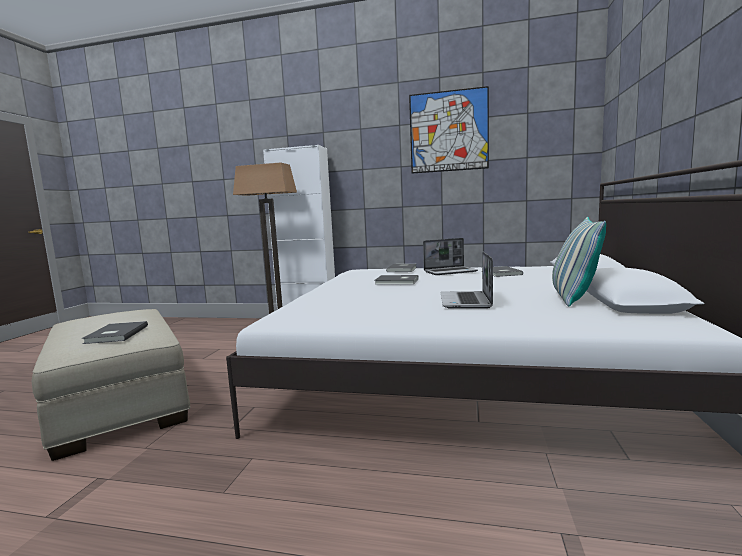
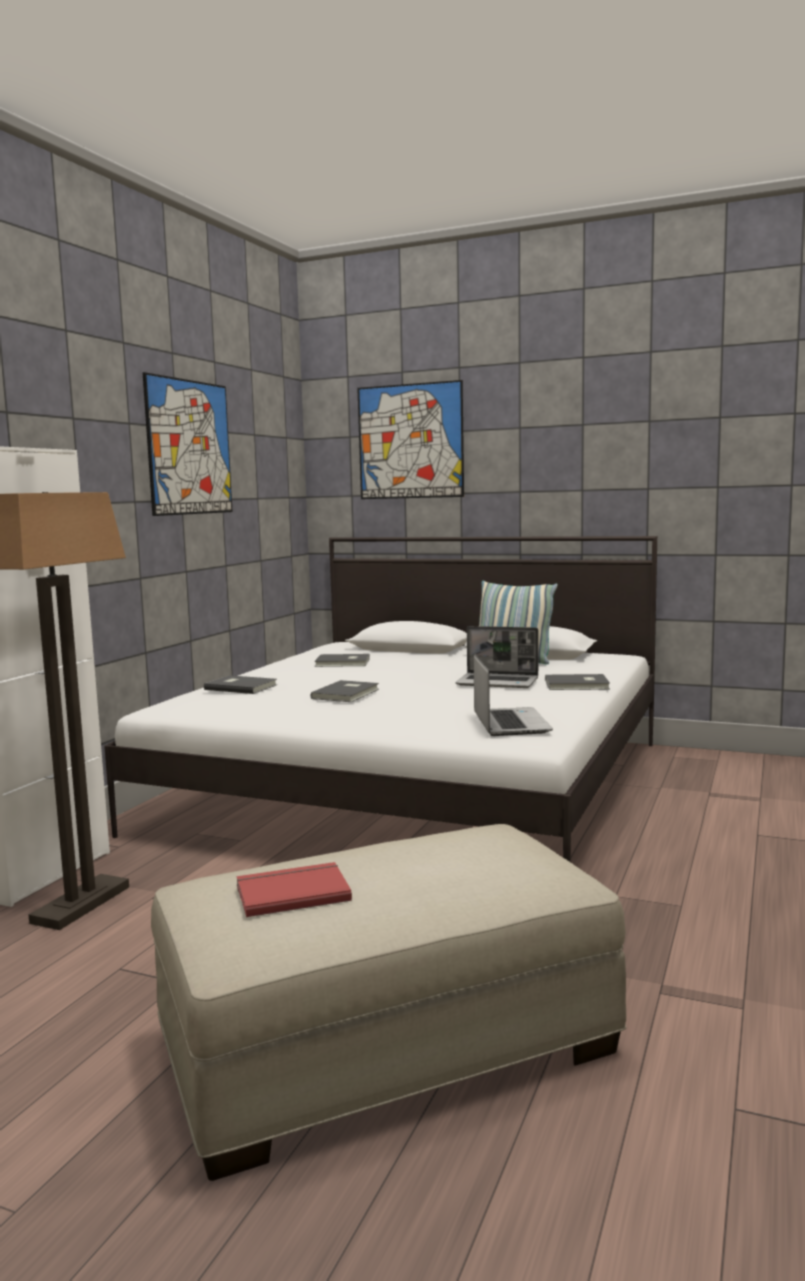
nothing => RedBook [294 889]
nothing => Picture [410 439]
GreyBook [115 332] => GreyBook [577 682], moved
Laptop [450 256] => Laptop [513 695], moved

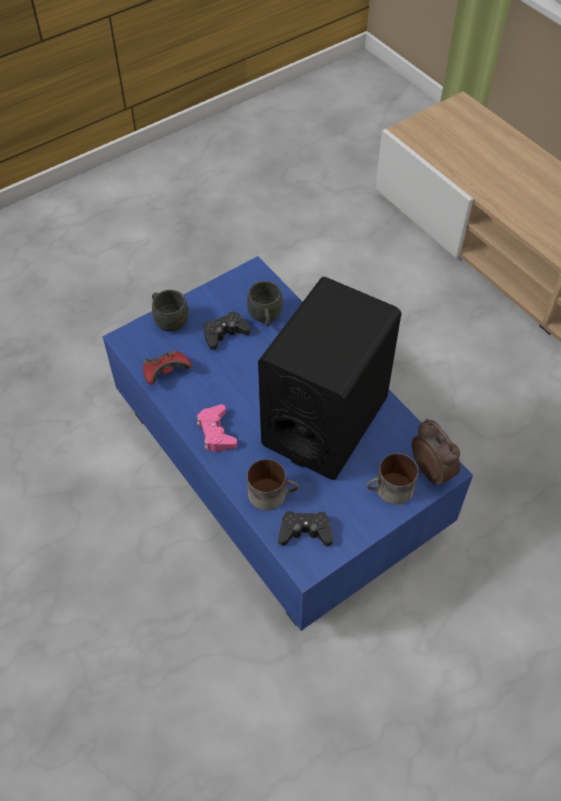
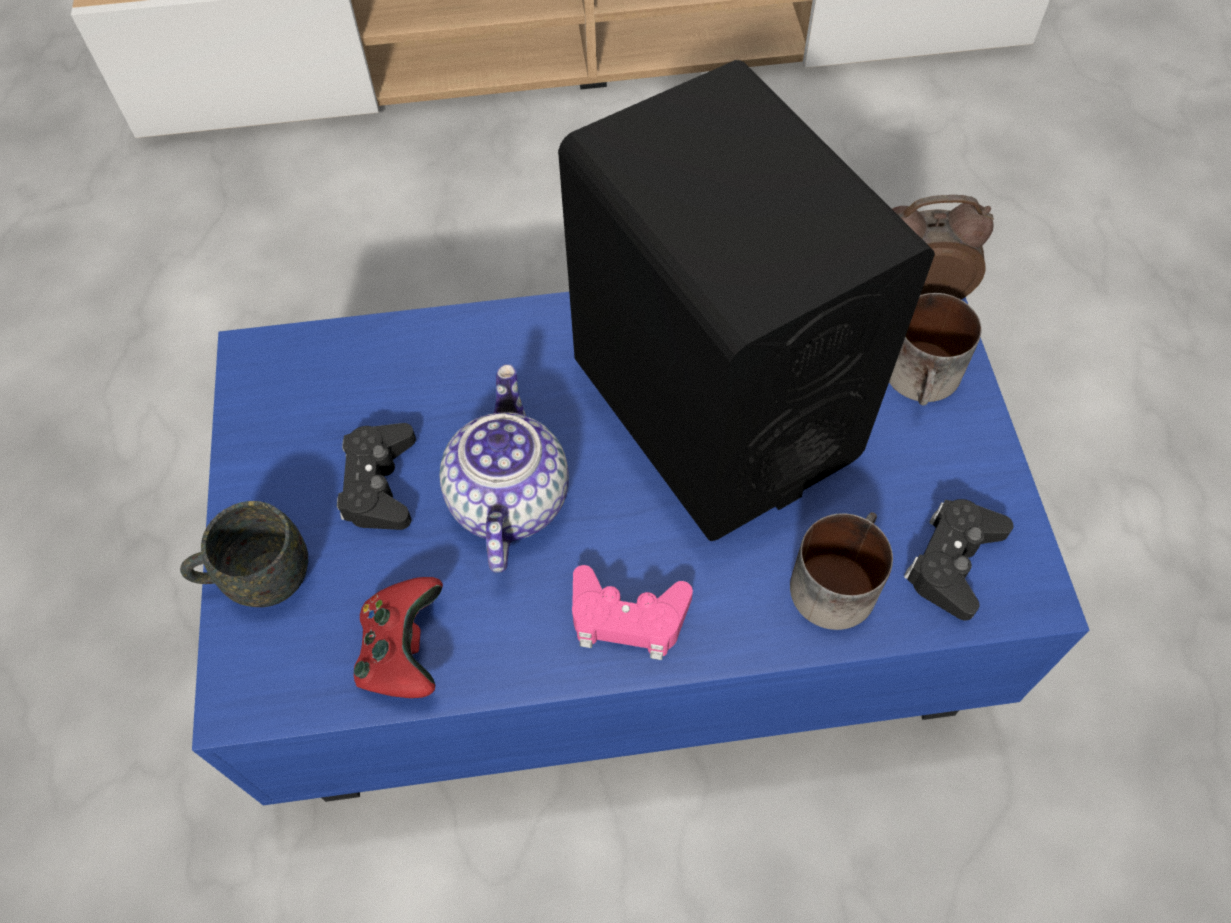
GreyMug [265 304] => nothing
nothing => Teapot [504 468]

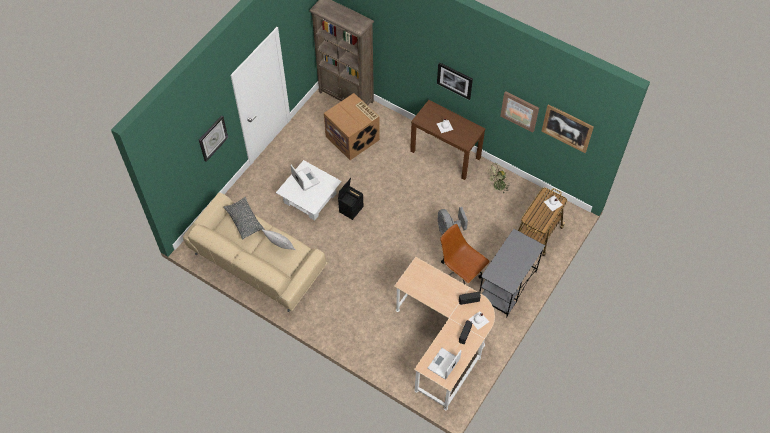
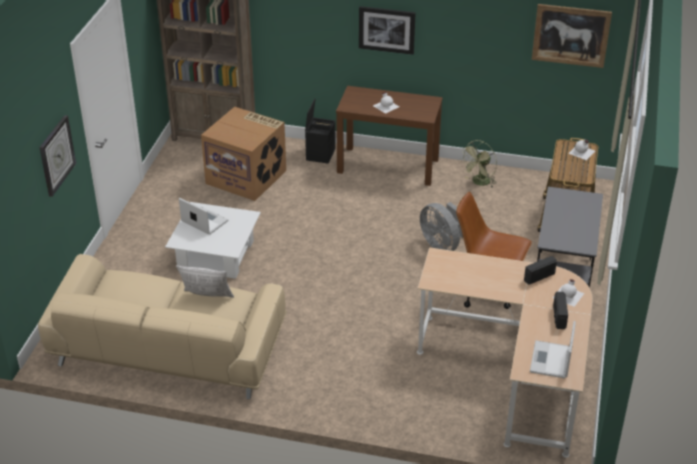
GreyPillow [244 218] => nothing
Picture [519 112] => nothing
BlackStorageBox [351 199] => BlackStorageBox [320 131], moved

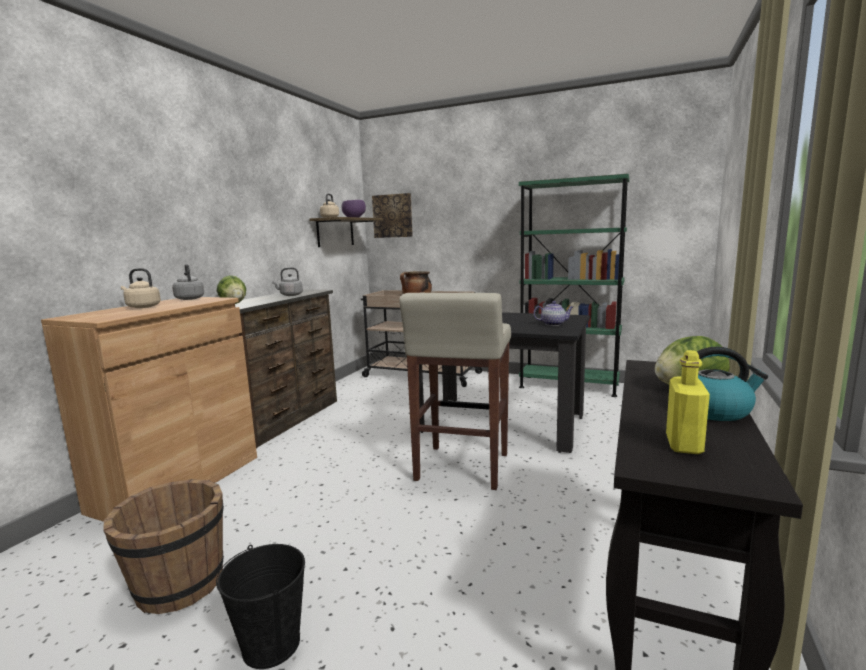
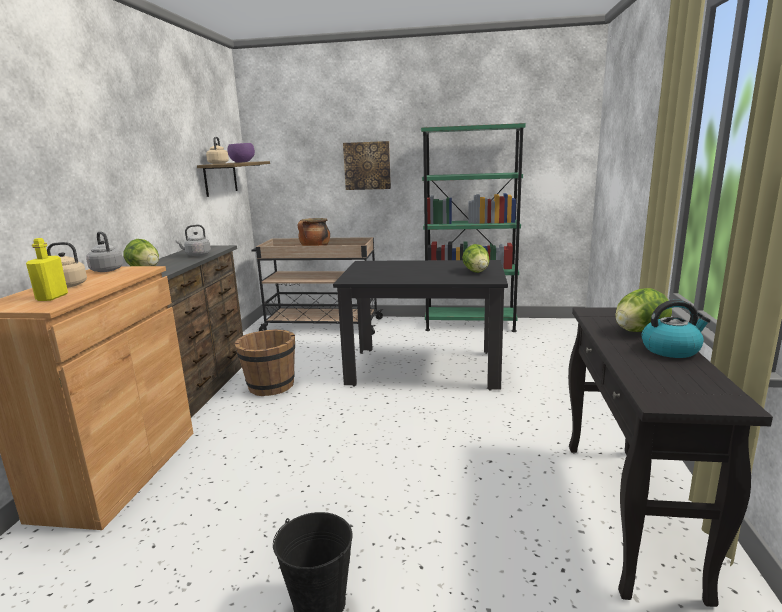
BeigeStool [455 391] => nothing
BrownBucket [163 546] => BrownBucket [265 362], moved
Picture [392 215] => Picture [367 165], moved
YellowBottle [688 402] => YellowBottle [47 269], moved
Teapot [553 313] => Lettuce [476 258]

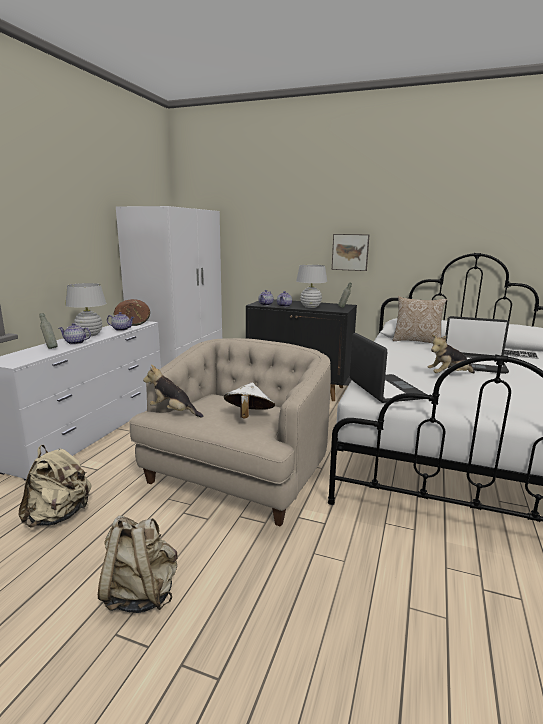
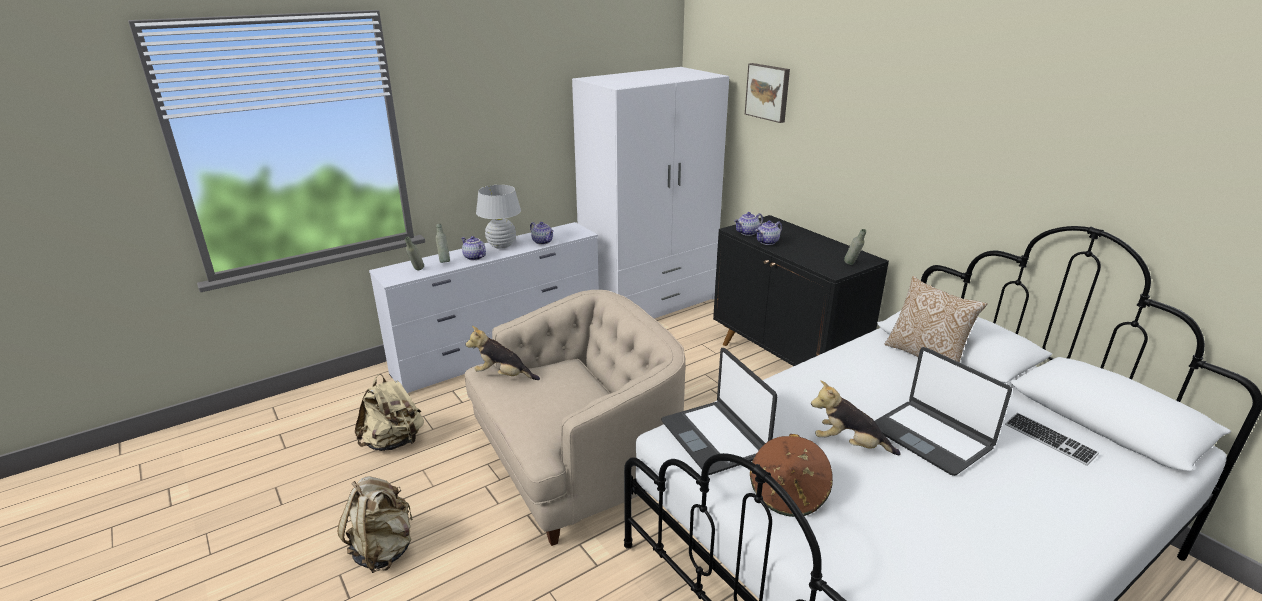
WhiteHat [249 401] => nothing
WhiteTableLamp [311 286] => nothing
nothing => GreyBottle [414 253]
BrownHat [132 312] => BrownHat [791 475], moved
Picture [351 252] => Picture [767 93], moved
PlushToy [173 391] => PlushToy [503 353], 45 degrees counterclockwise
Laptop [388 368] => Laptop [719 411], 135 degrees clockwise

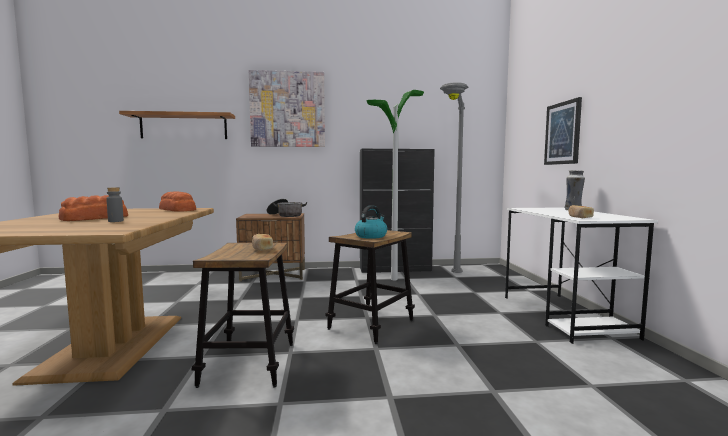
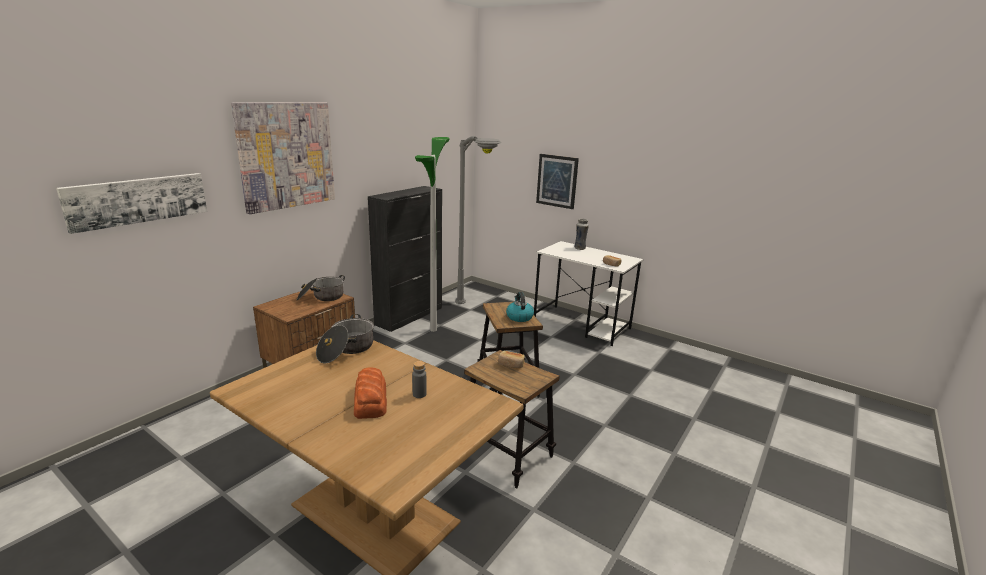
Shelf [177 125] => Picture [131 203]
Bread [177 201] => CookingPot [345 338]

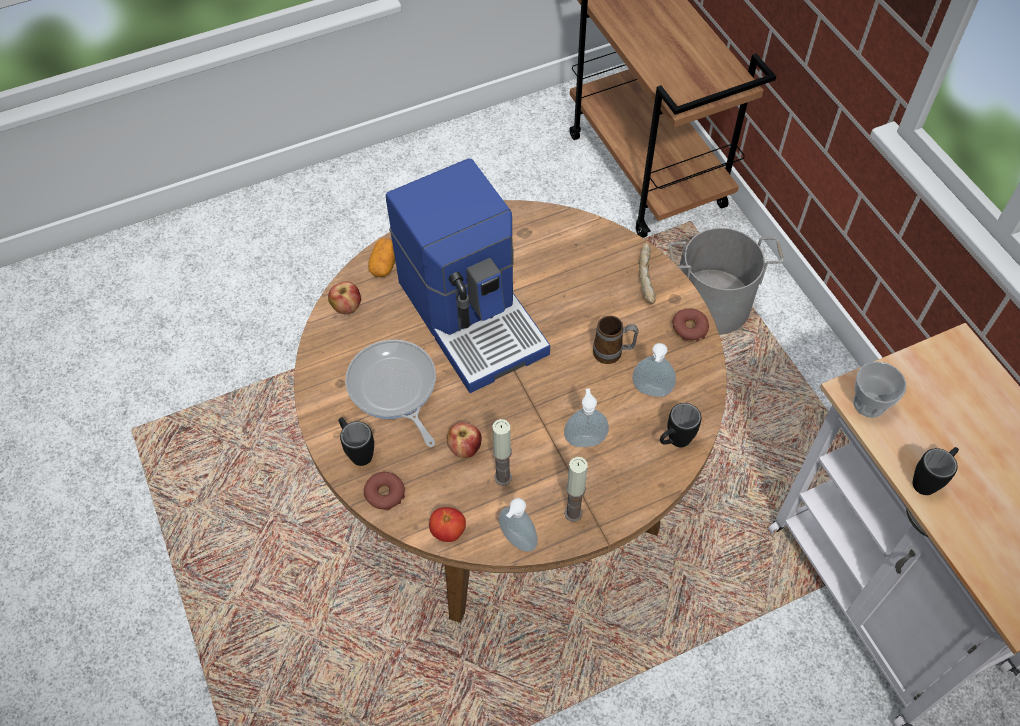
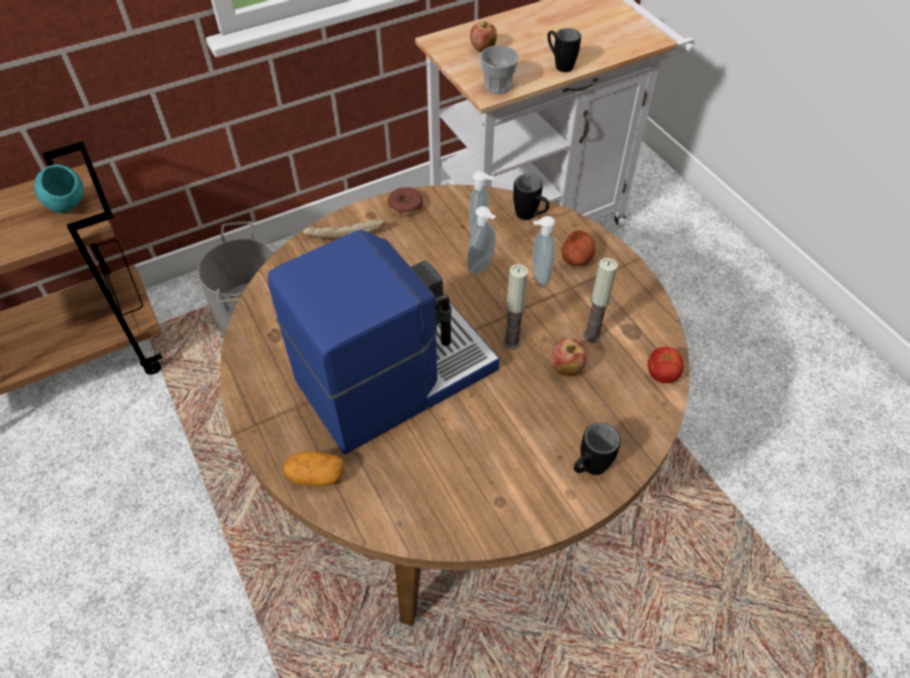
FryingPan [390 393] => nothing
Donut [384 491] => nothing
Mug [616 340] => nothing
nothing => TurquoiseBowl [59 189]
nothing => Potato [578 248]
Apple [344 297] => Apple [483 36], moved
SoapDispenser [518 525] => SoapDispenser [481 240], moved
Candle [575 489] => Candle [515 306], moved

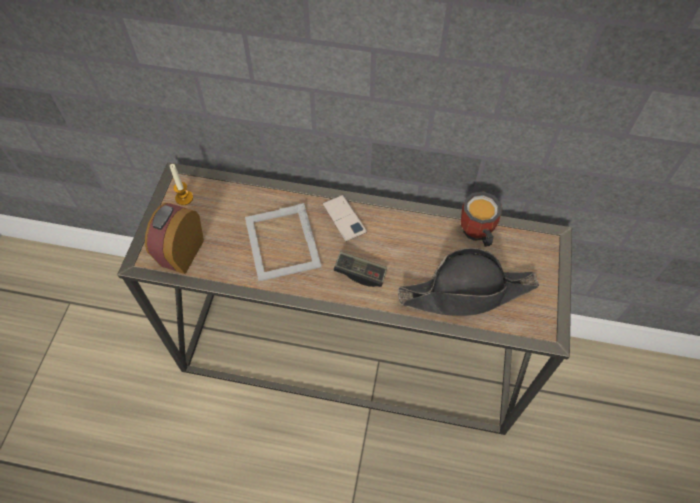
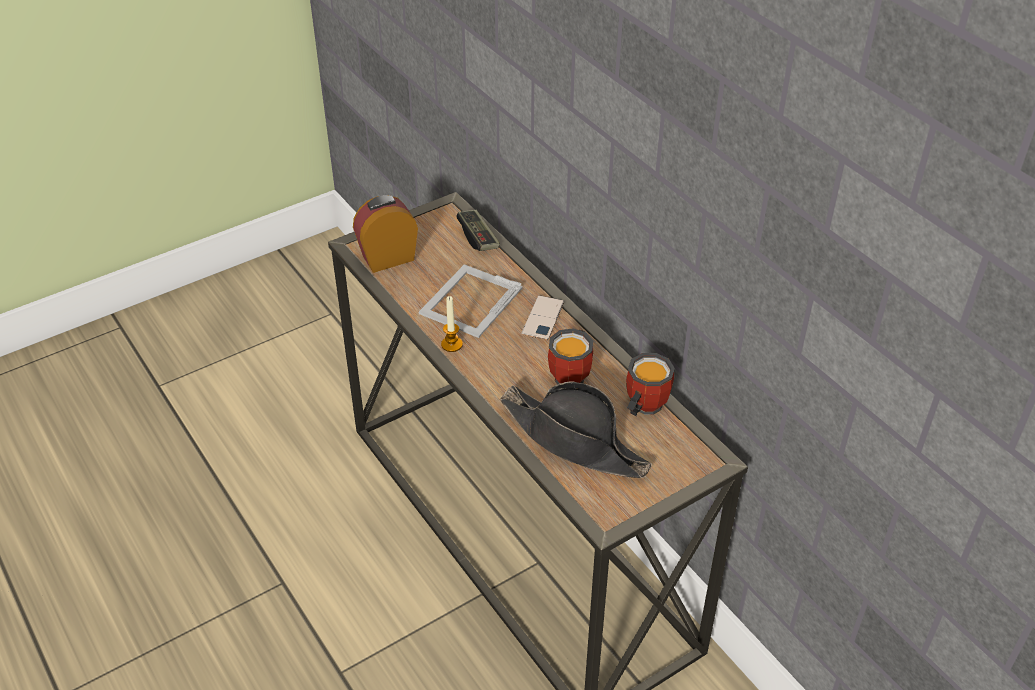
nothing => Mug [570 356]
Candle [181 184] => Candle [452 324], moved
GameController [360 269] => GameController [478 230], moved

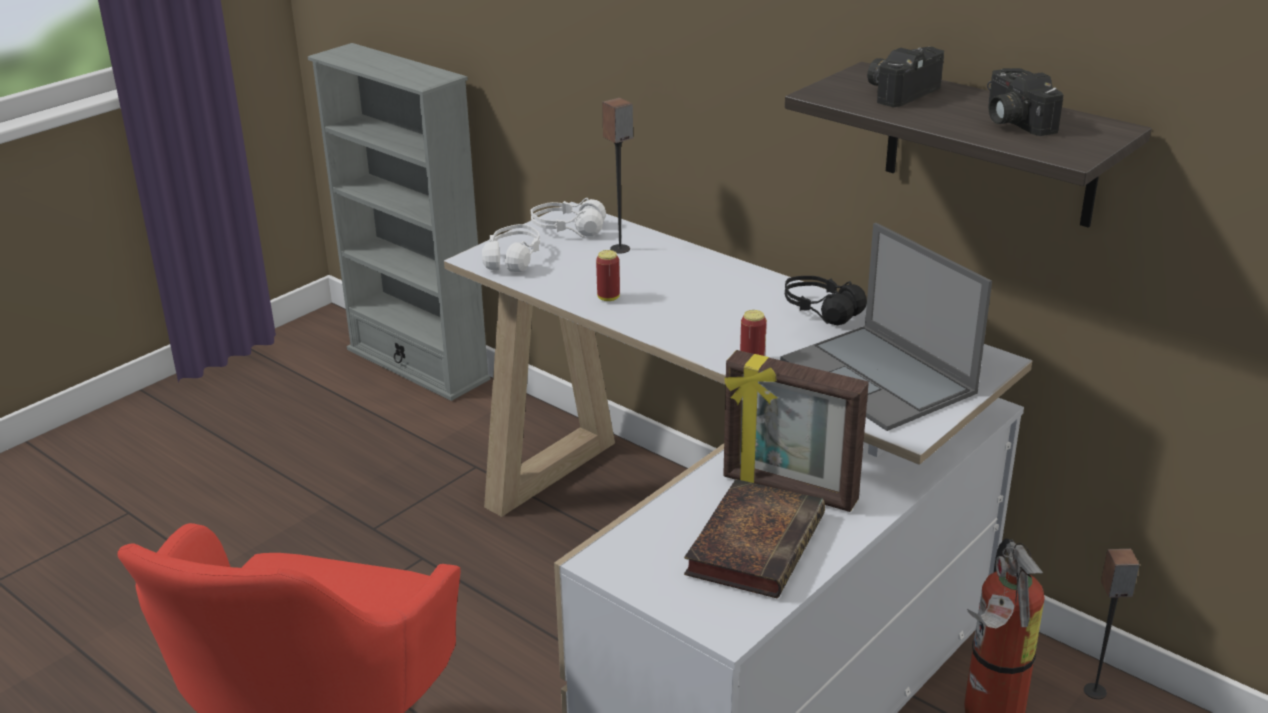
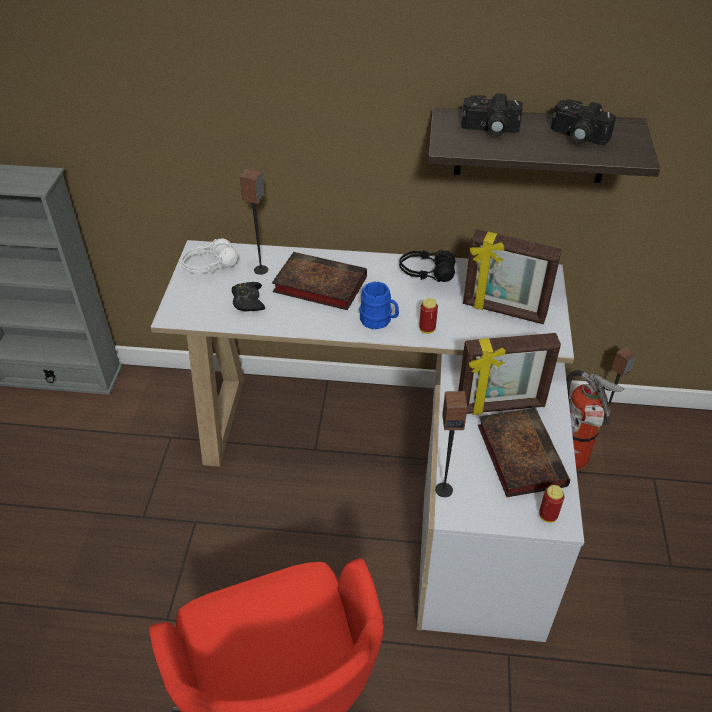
WhiteHeadphones [511 248] => nothing
nothing => BlackGameController [248 297]
nothing => Book [319 281]
nothing => BlueMug [379 305]
nothing => Speaker [451 444]
Can [608 275] => Can [552 504], moved
Laptop [886 327] => PictureFrame [512 276]
PhotoCamera [905 77] => PhotoCamera [492 114], 90 degrees counterclockwise

